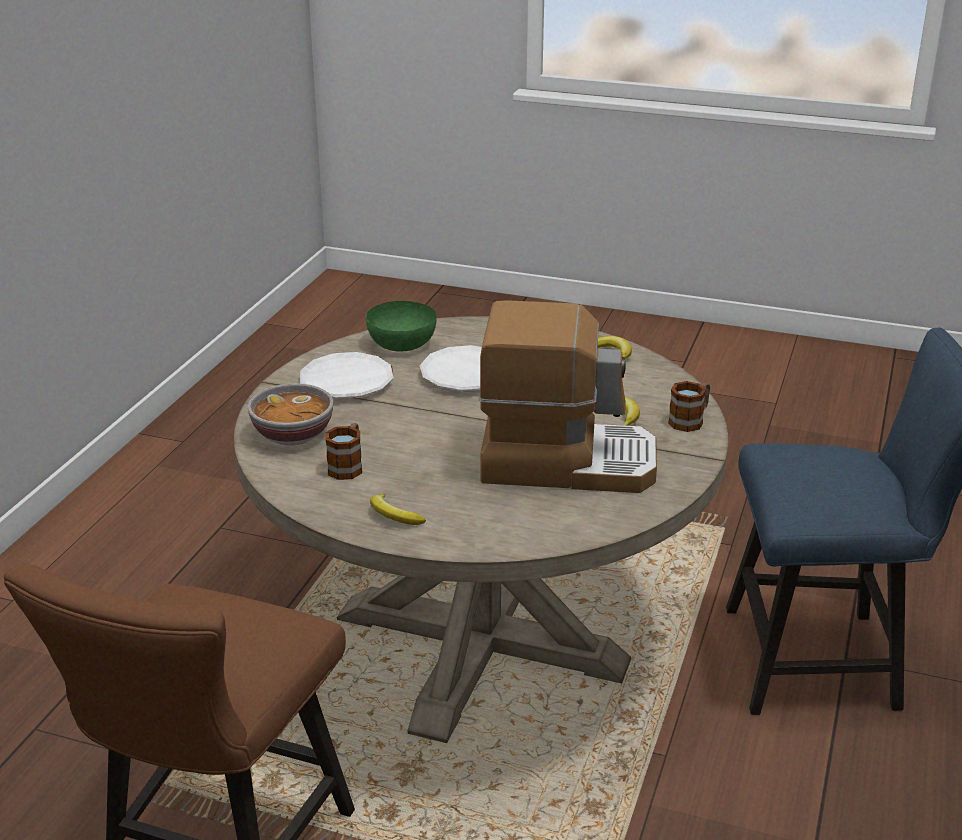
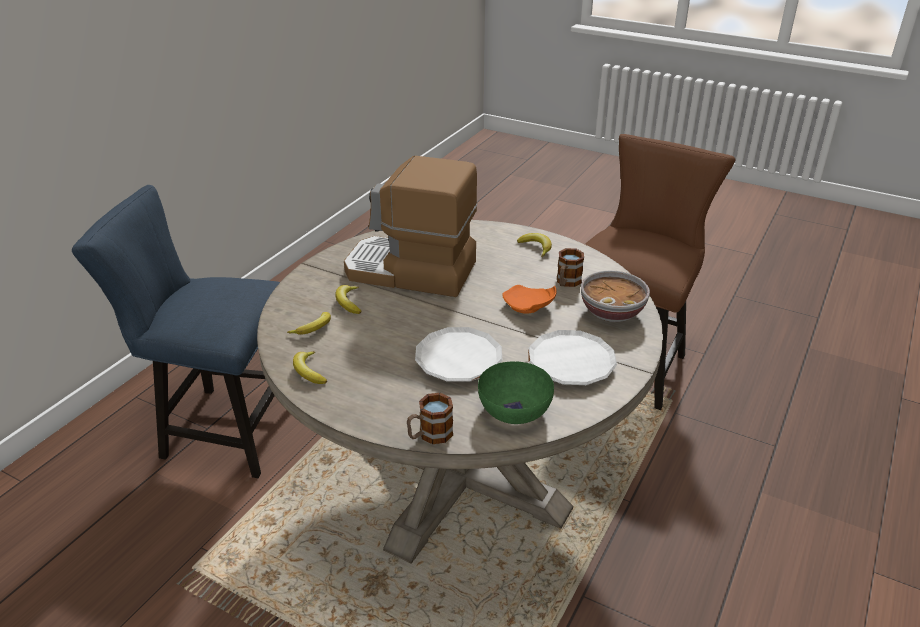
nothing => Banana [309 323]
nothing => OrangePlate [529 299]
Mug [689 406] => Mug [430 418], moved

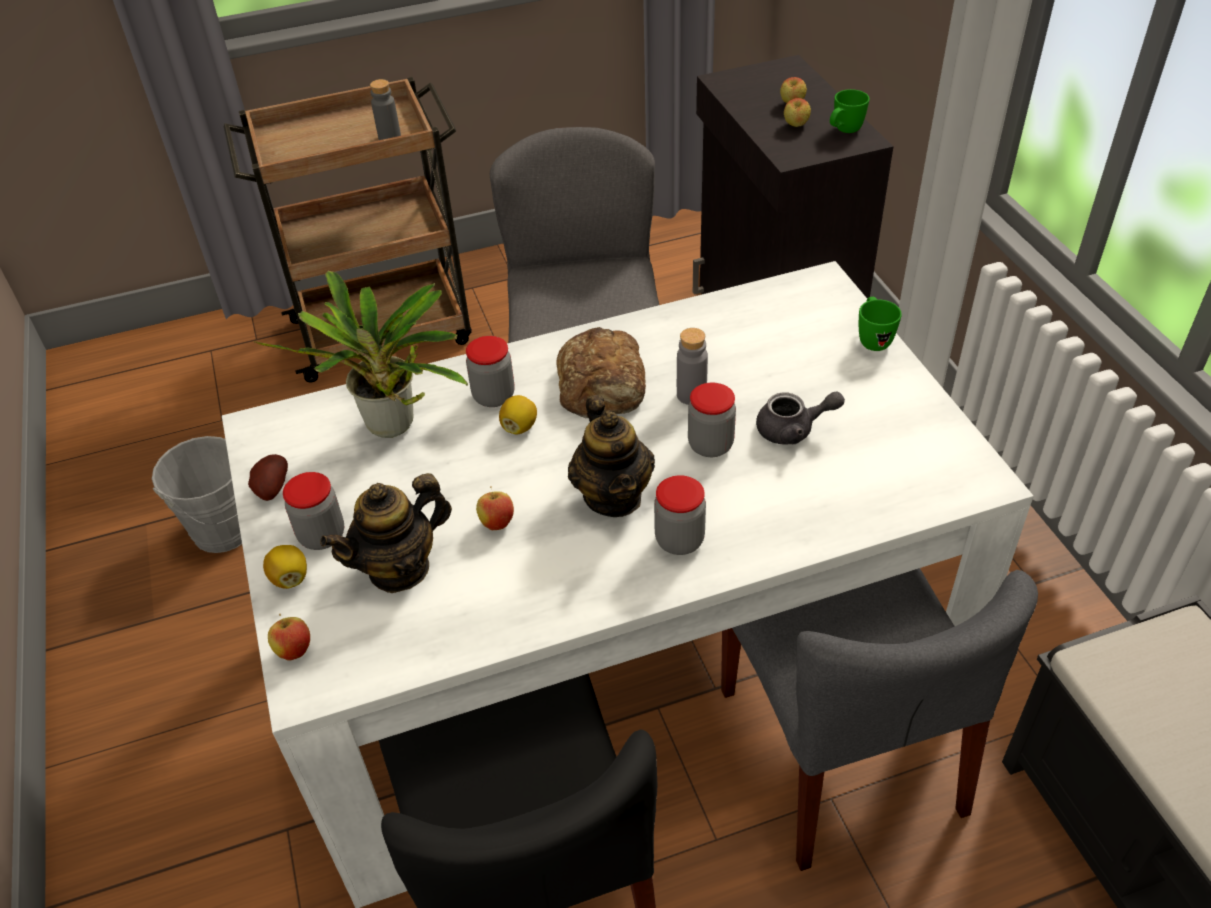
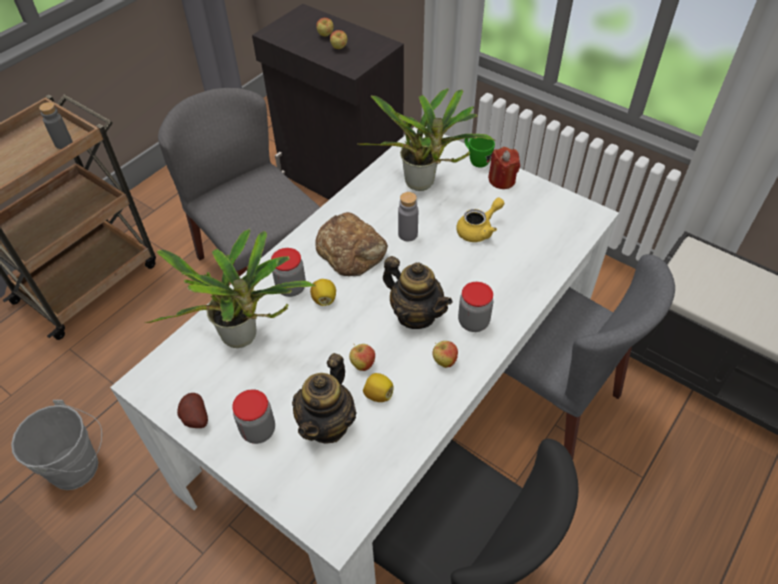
Jar [712 420] => nothing
GreenMug [850 111] => nothing
nothing => PottedPlant [426 139]
nothing => RedCandle [504 168]
Lemon [285 567] => Lemon [378 387], moved
Apple [289 637] => Apple [445 354], moved
GreyTeapot [800 418] => YellowTeapot [480 220]

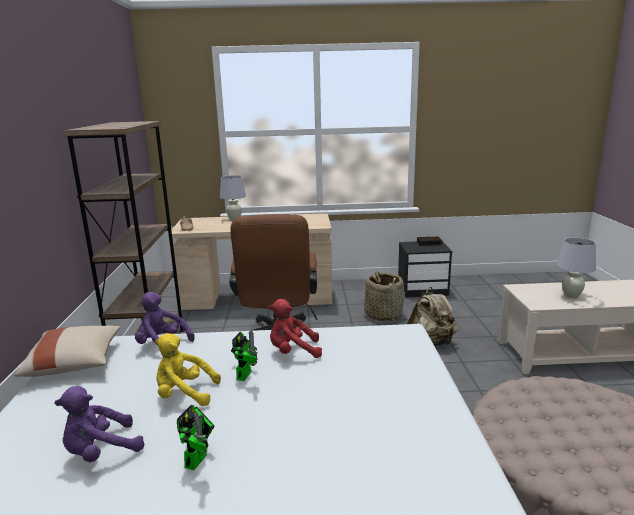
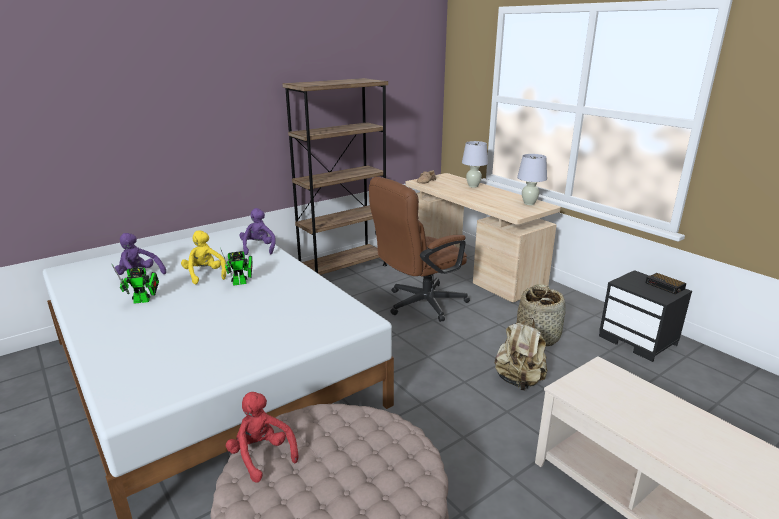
BeigePillow [67 351] => nothing
RedPlushToy [295 328] => RedPlushToy [262 437], moved
WhiteTableLamp [576 268] => WhiteTableLamp [532 179], moved

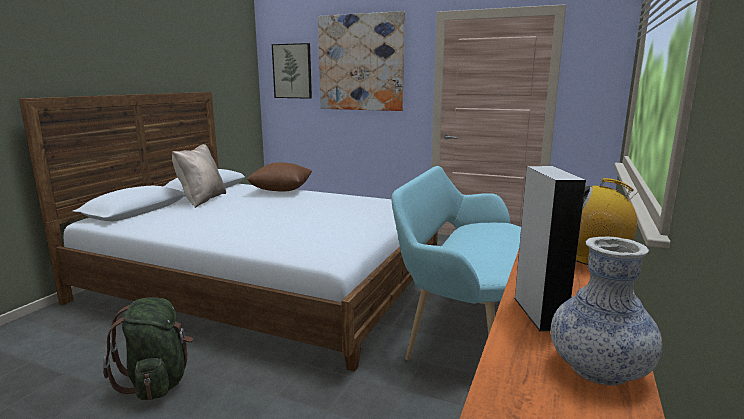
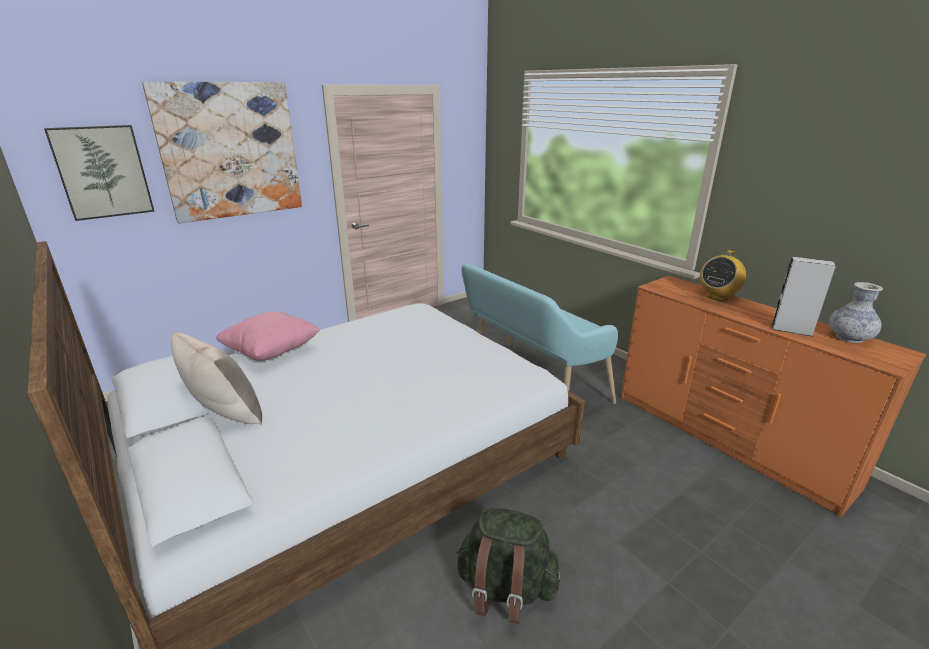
BrownPillow [279 177] => PinkPillow [268 336]

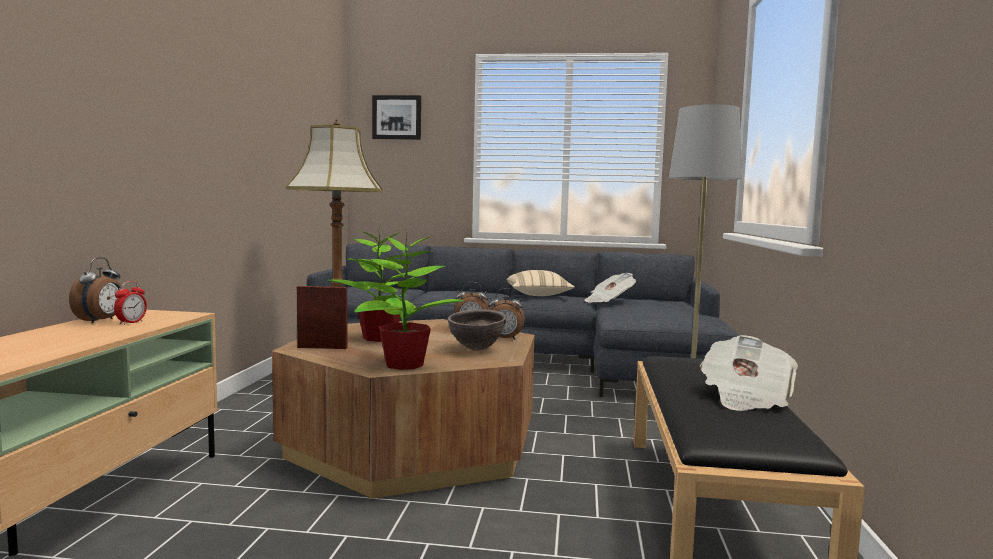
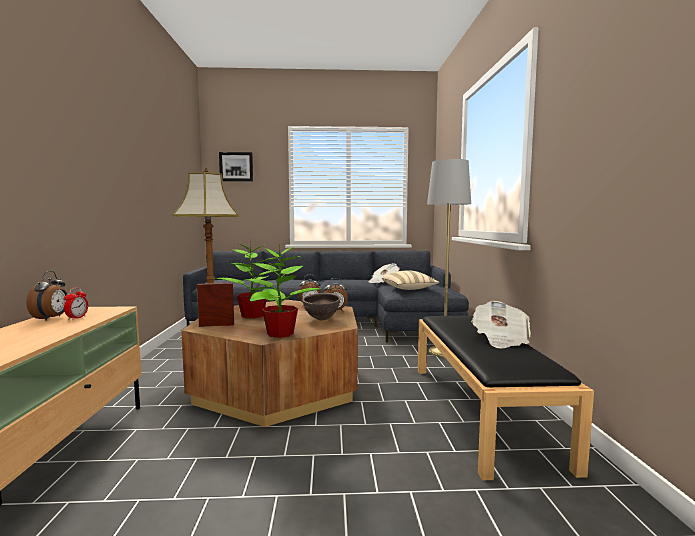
BeigePillow [540 283] => BeigePillow [411 280], moved

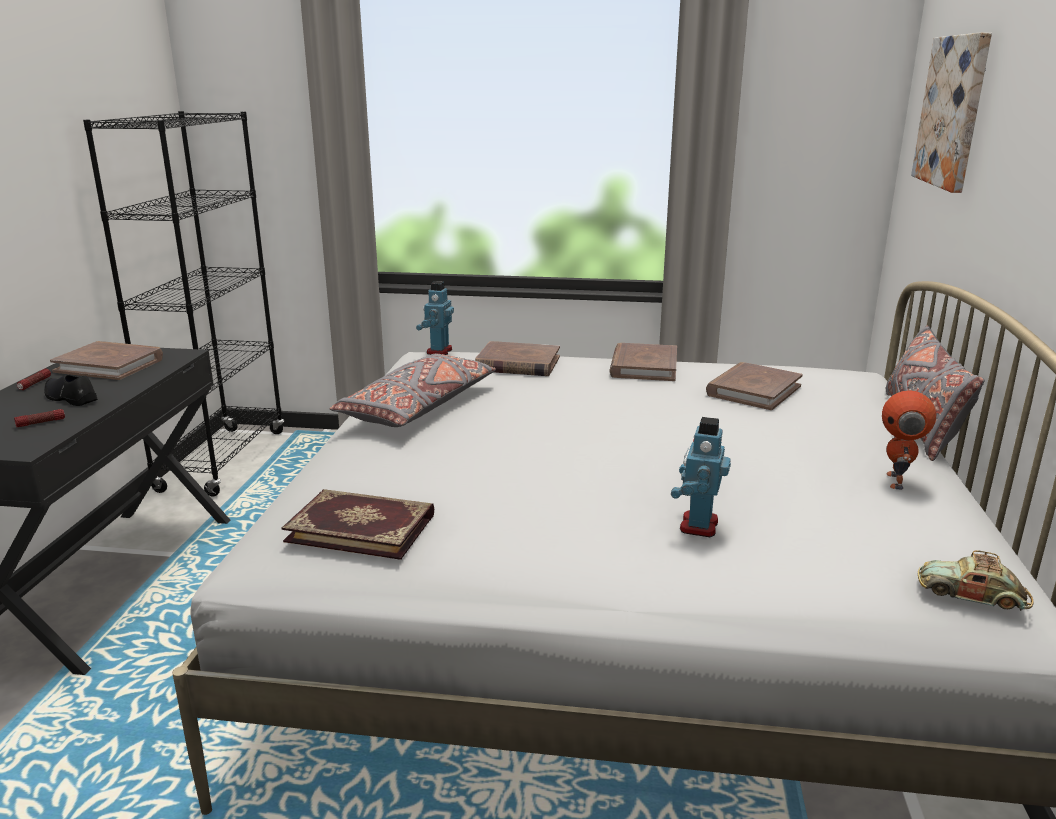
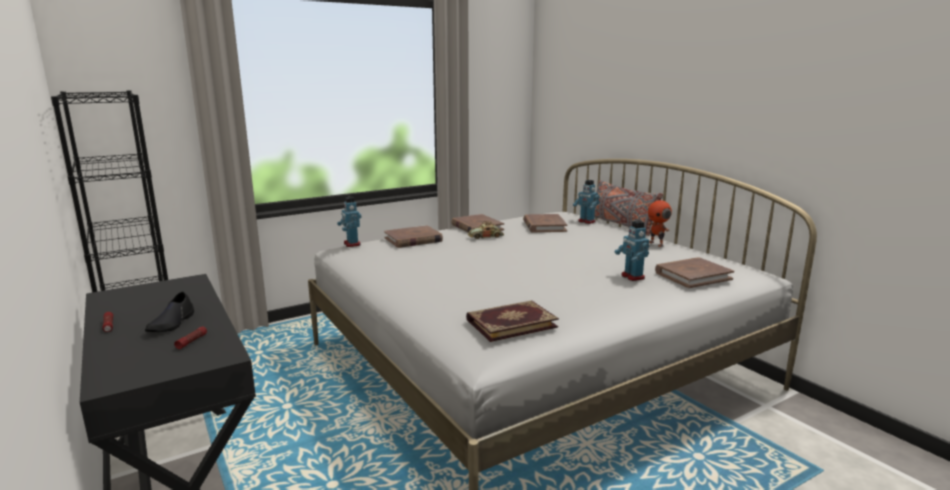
GreyPillow [412 390] => nothing
Picture [951 112] => nothing
nothing => ToyRobot [586 202]
BrownBook [106 360] => BrownBook [694 272], moved
ToyCar [976 580] => ToyCar [486 230], moved
BlackShoe [71 390] => BlackShoe [169 311], 75 degrees counterclockwise

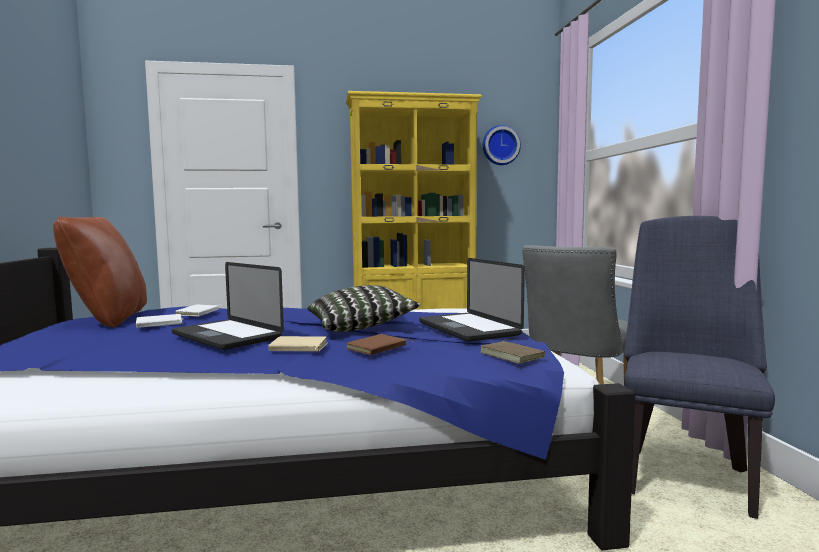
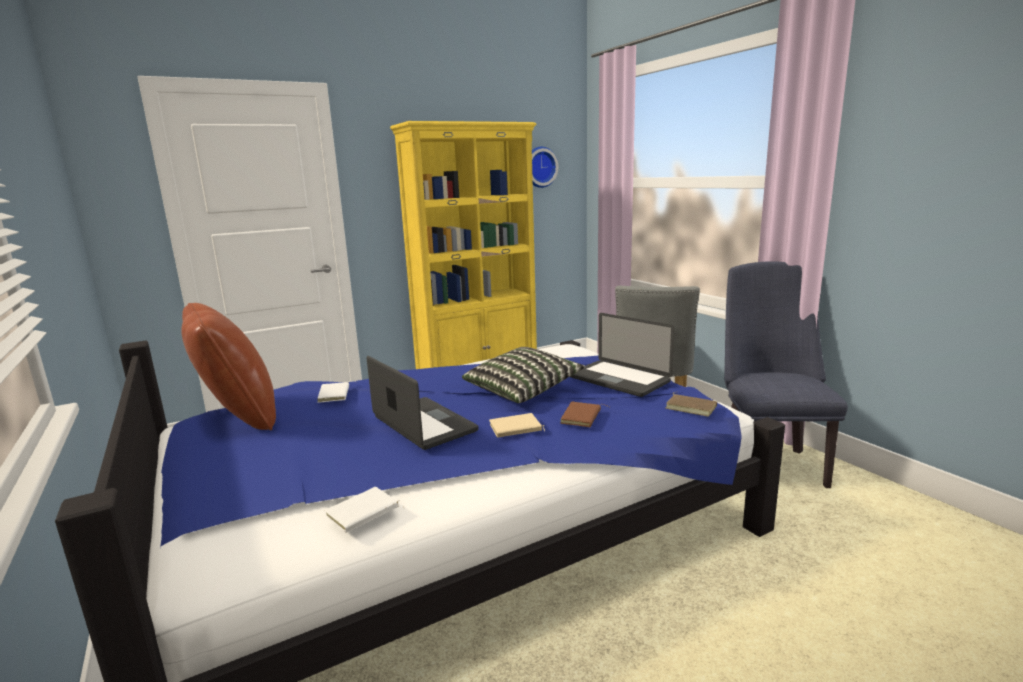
WhiteBook [159 321] => WhiteBook [365 510], moved
Laptop [228 306] => Laptop [422 403], 150 degrees counterclockwise

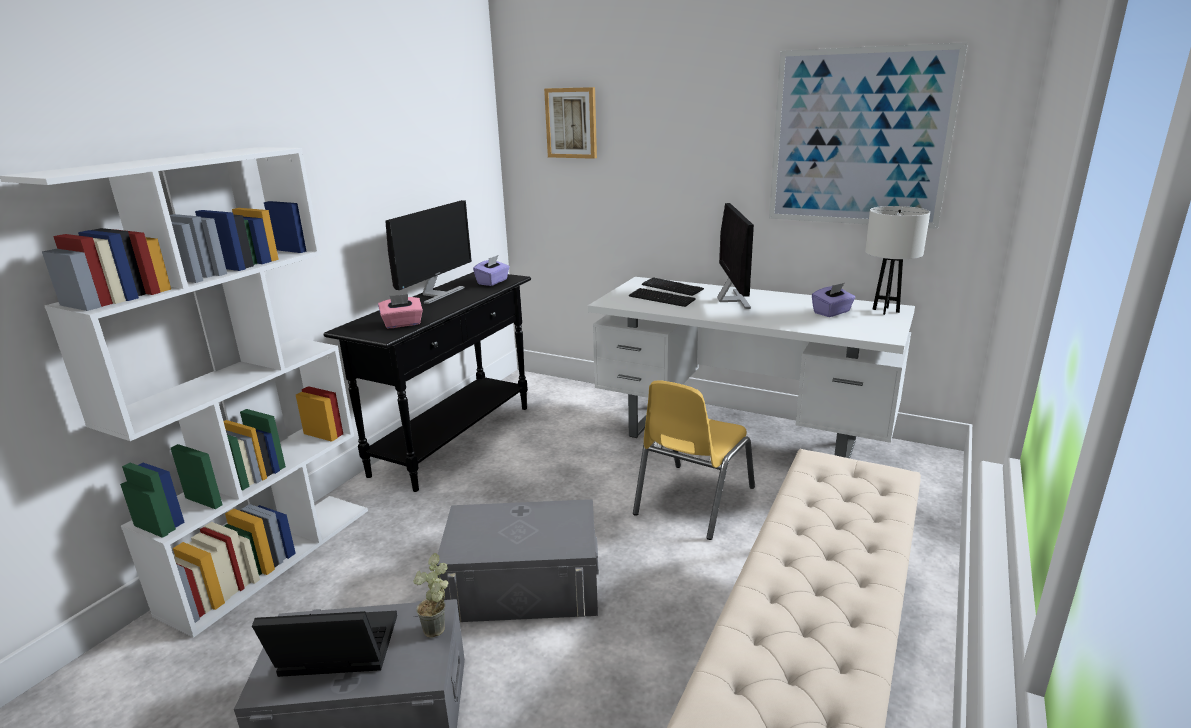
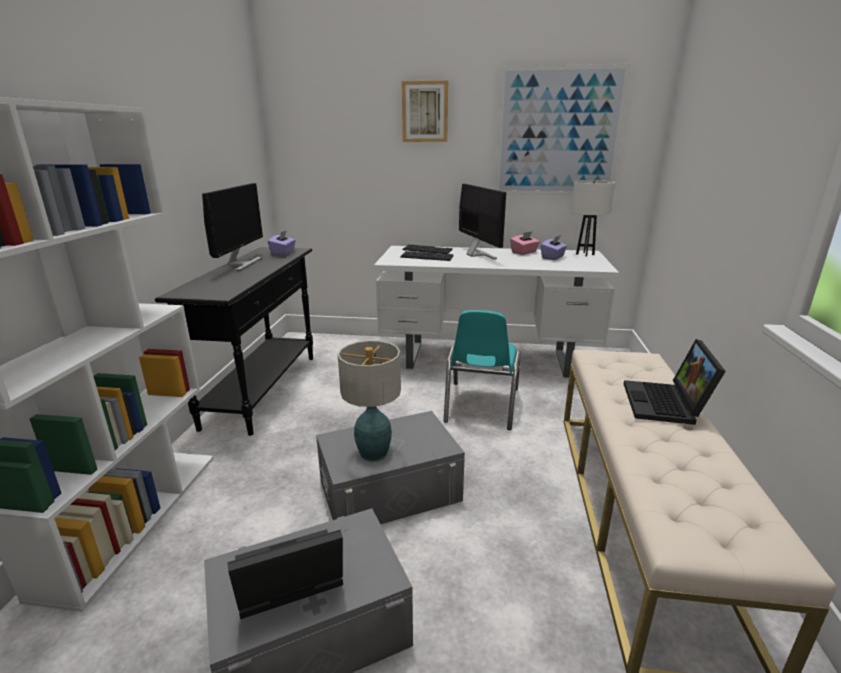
PottedPlant [431 595] => nothing
nothing => TableLamp [369 400]
nothing => Laptop [675 382]
PinkTissueBox [400 311] => PinkTissueBox [525 243], moved
Picture [570 123] => Picture [425 111], moved
YellowChair [694 460] => TurquoiseChair [482 370]

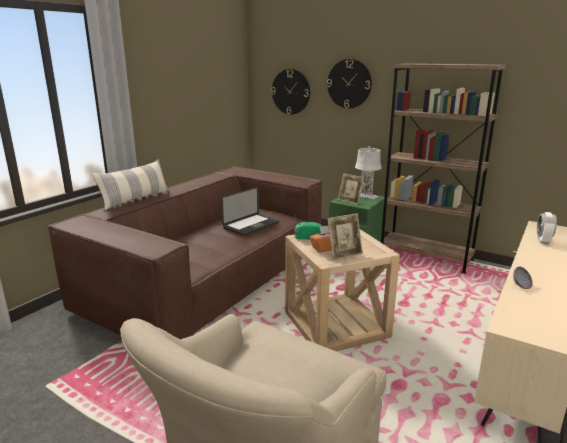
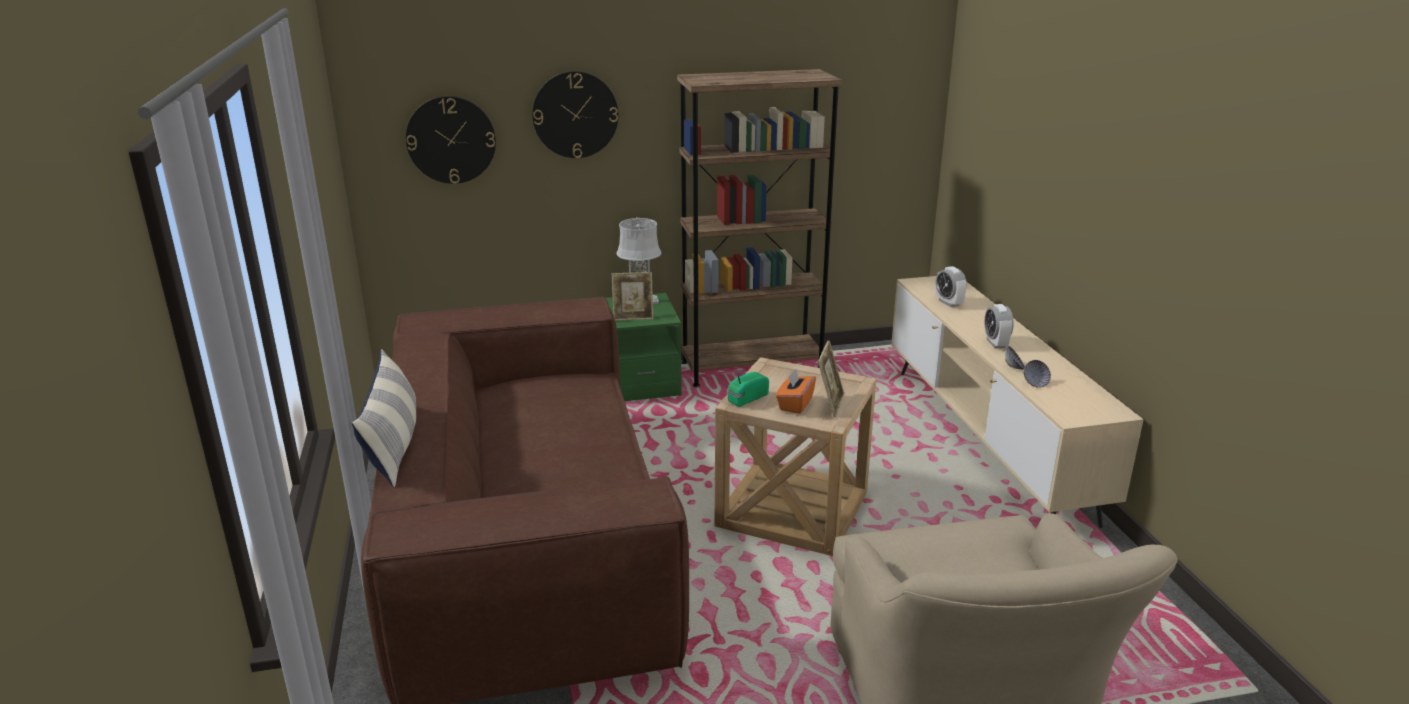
Laptop [250 211] => nothing
nothing => AlarmClock [999 326]
nothing => Bowl [1037 374]

